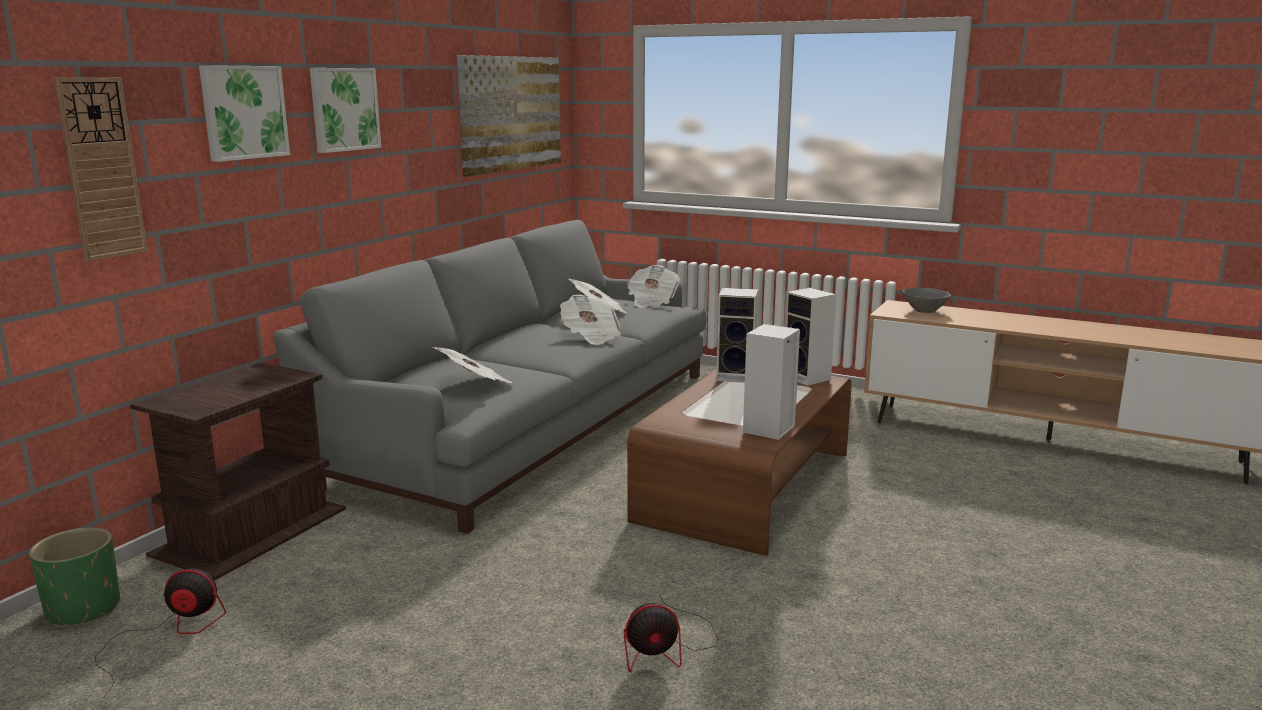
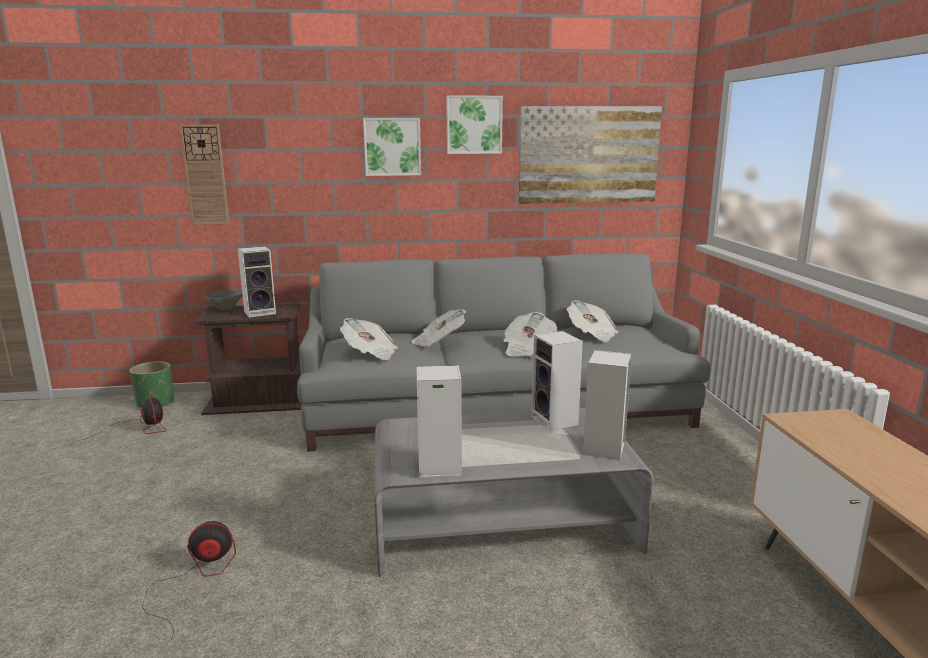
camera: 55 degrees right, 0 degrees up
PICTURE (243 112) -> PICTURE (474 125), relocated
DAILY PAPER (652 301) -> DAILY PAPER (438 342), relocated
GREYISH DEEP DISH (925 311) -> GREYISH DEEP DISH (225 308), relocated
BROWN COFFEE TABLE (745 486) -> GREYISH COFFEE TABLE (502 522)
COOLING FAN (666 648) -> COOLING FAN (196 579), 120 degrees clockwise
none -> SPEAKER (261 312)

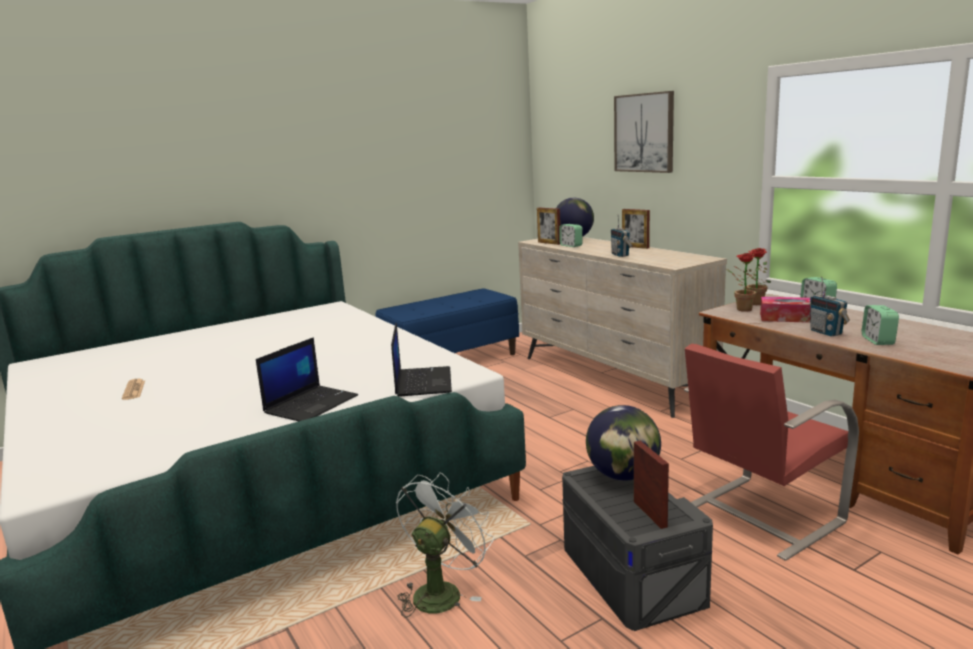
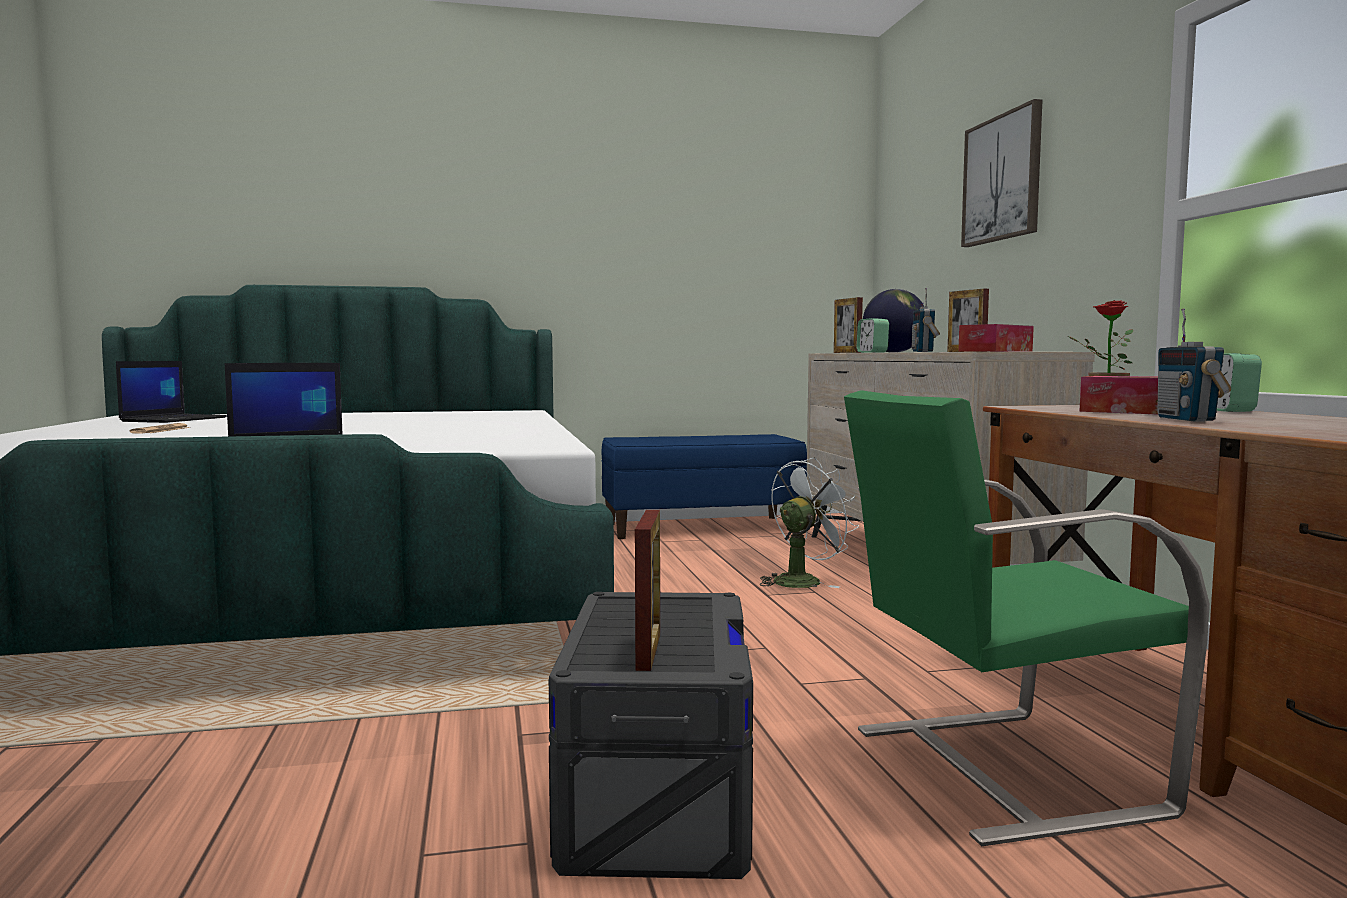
camera: 20 degrees right, 10 degrees down
POTTED PLANT (741 309) -> none
ALARM CLOCK (878 341) -> none
LAPTOP (422 382) -> LAPTOP (174 419), relocated
RED CHAIR (760 515) -> GREEN CHAIR (997 769)
WORLD GLOBE (623 476) -> none
WHITE COOLING FAN (441 591) -> WHITE COOLING FAN (803 581), relocated
none -> TISSUE BOX (995 351)

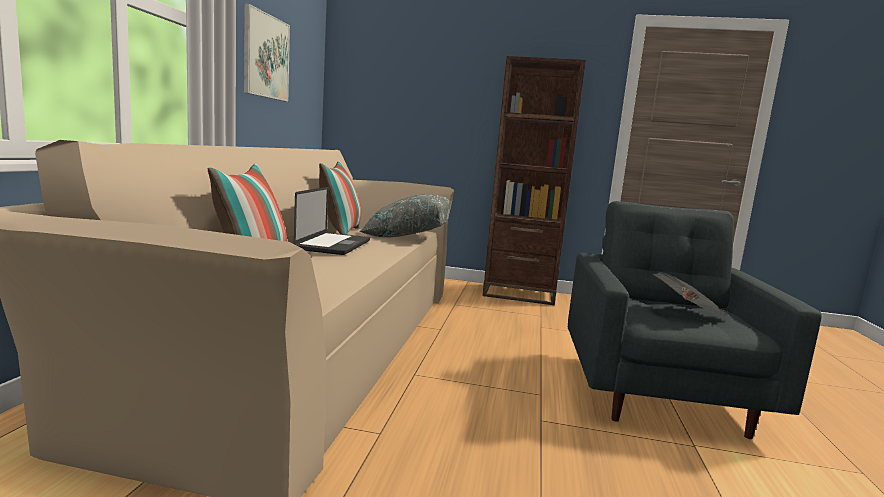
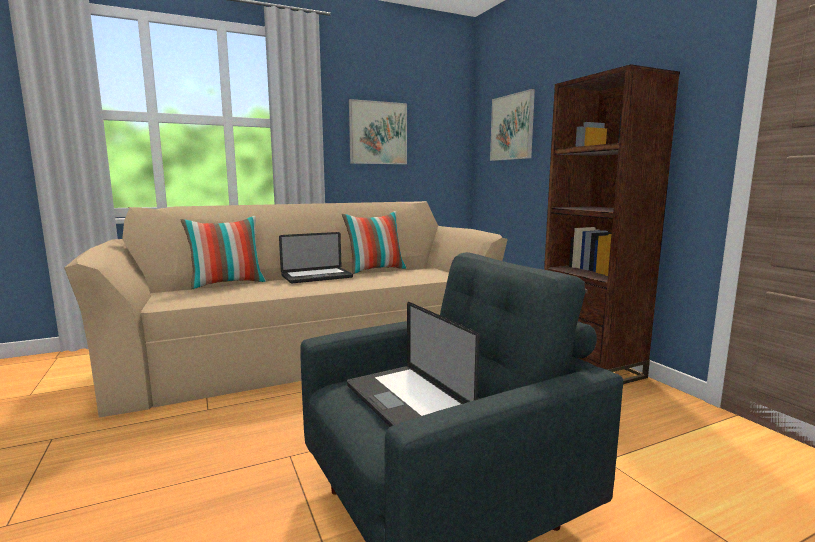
camera: 55 degrees right, 0 degrees up
GREYISH CUSHION (407 236) -> none
DAILY PAPER (688 313) -> LAPTOP (407 401)
none -> PICTURE (512 127)

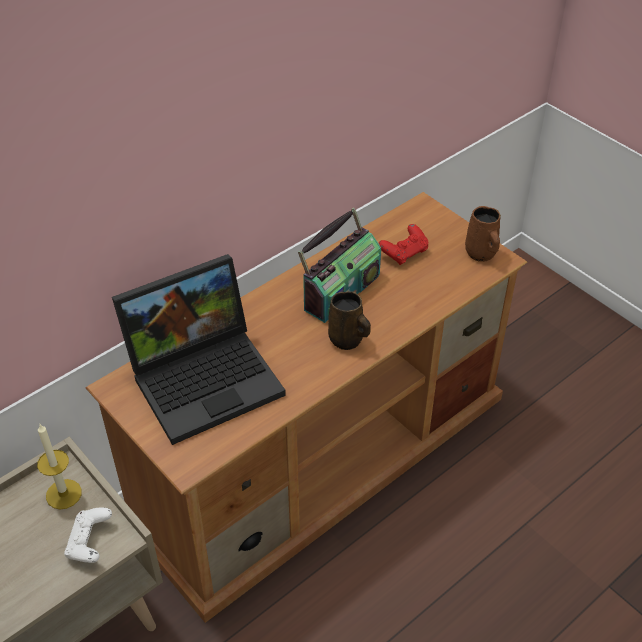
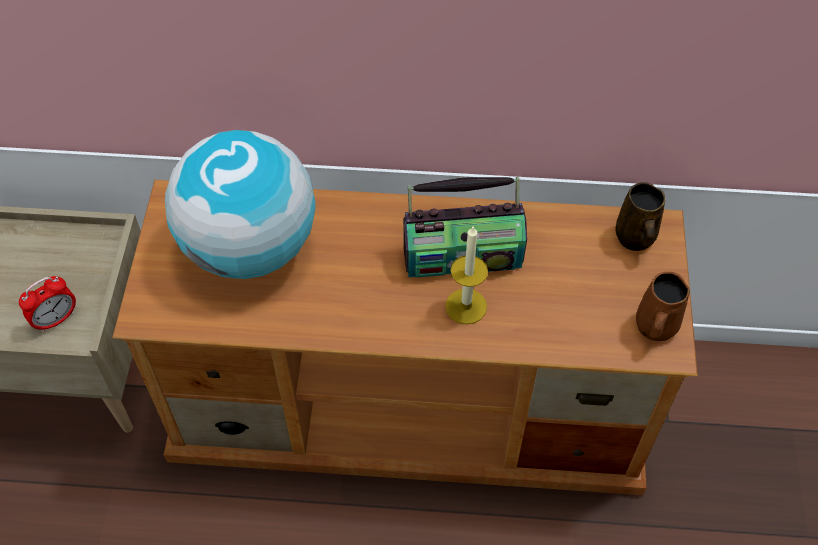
camera: 45 degrees right, 10 degrees up
RED GAME CONTROLLER (404 253) -> none
LAPTOP (207 376) -> WORLD GLOBE (250 247)
BROWN TEA MUG (347 340) -> BROWN TEA MUG (635 239), relocated
CANDLE (63 494) -> CANDLE (466 306), relocated
WHITE GAME CONTROLLER (90 543) -> ALARM CLOCK (56 319)

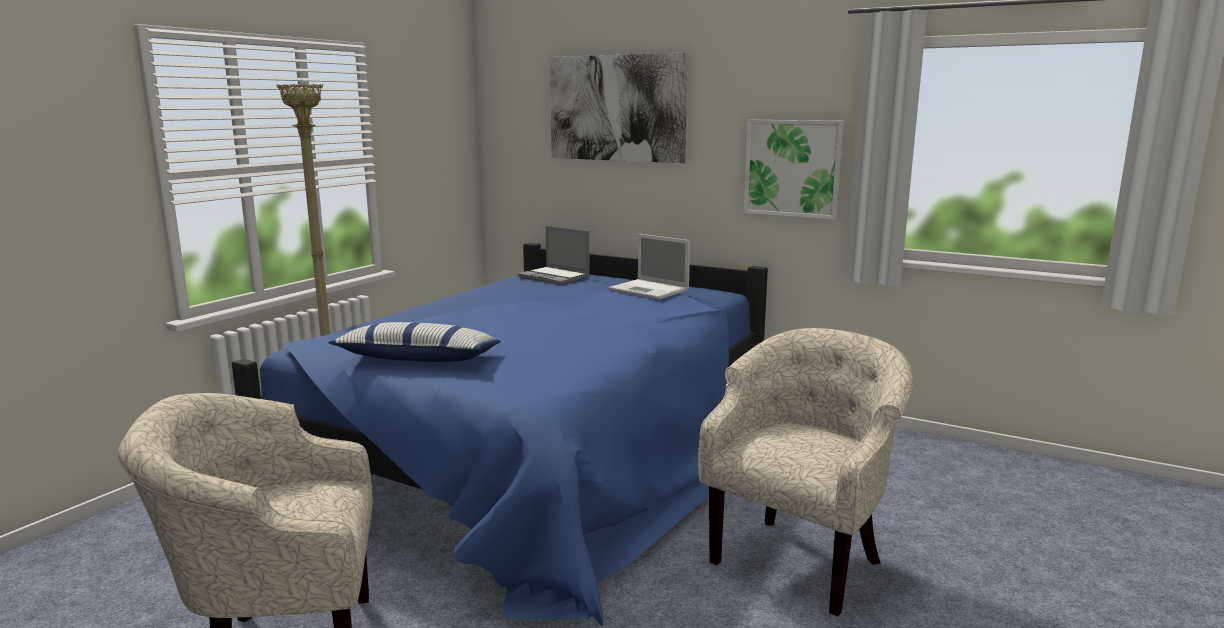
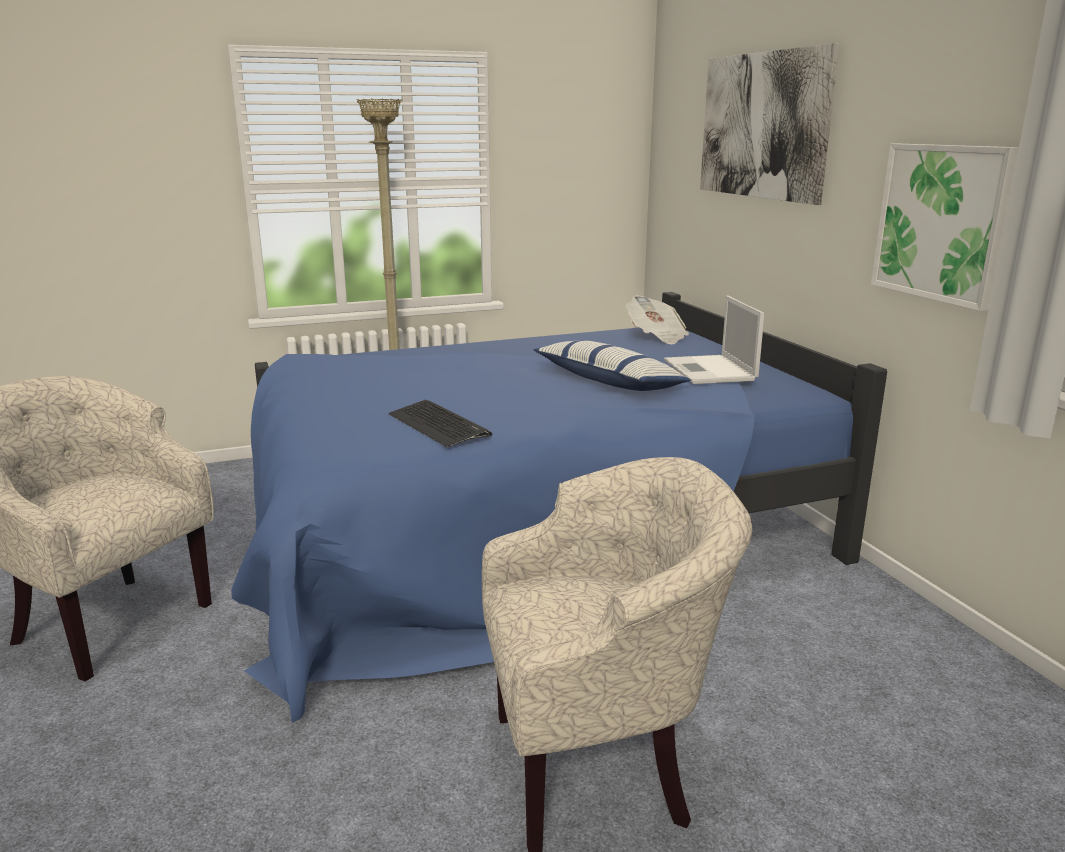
camera: 40 degrees right, 5 degrees up
LAPTOP (555 277) -> DAILY PAPER (656 337)
CUSHION (418 359) -> CUSHION (609 382), relocated
none -> PC KEYBOARD (439 425)

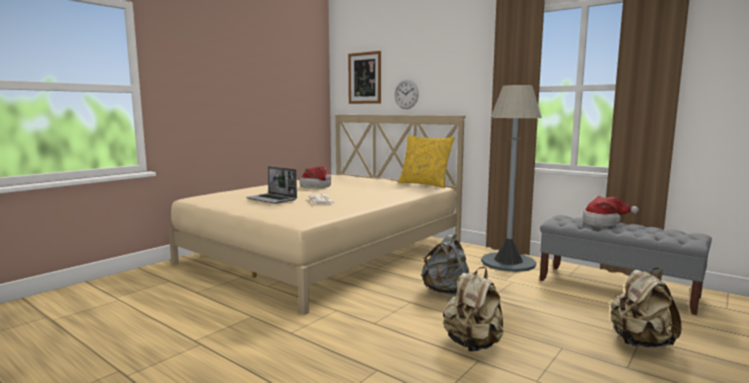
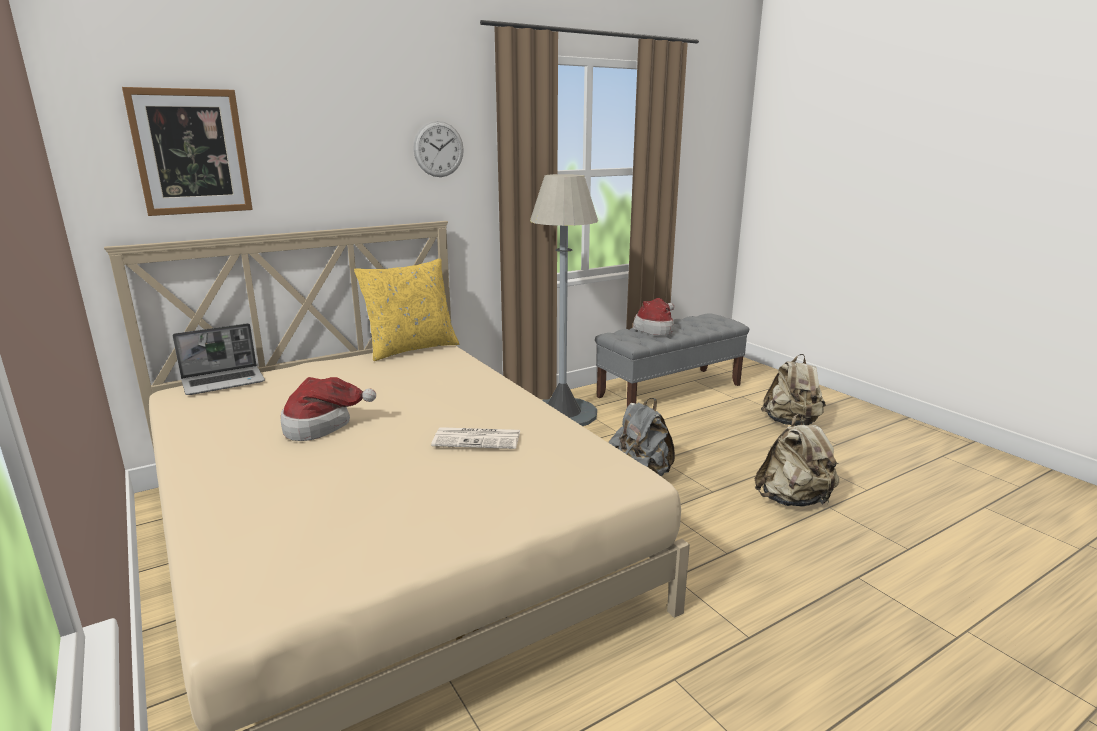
camera: 70 degrees left, 10 degrees up
HANGING CLOCK (406 94) -> HANGING CLOCK (438 149), relocated
LAPTOP (272 199) -> LAPTOP (224 382), relocated

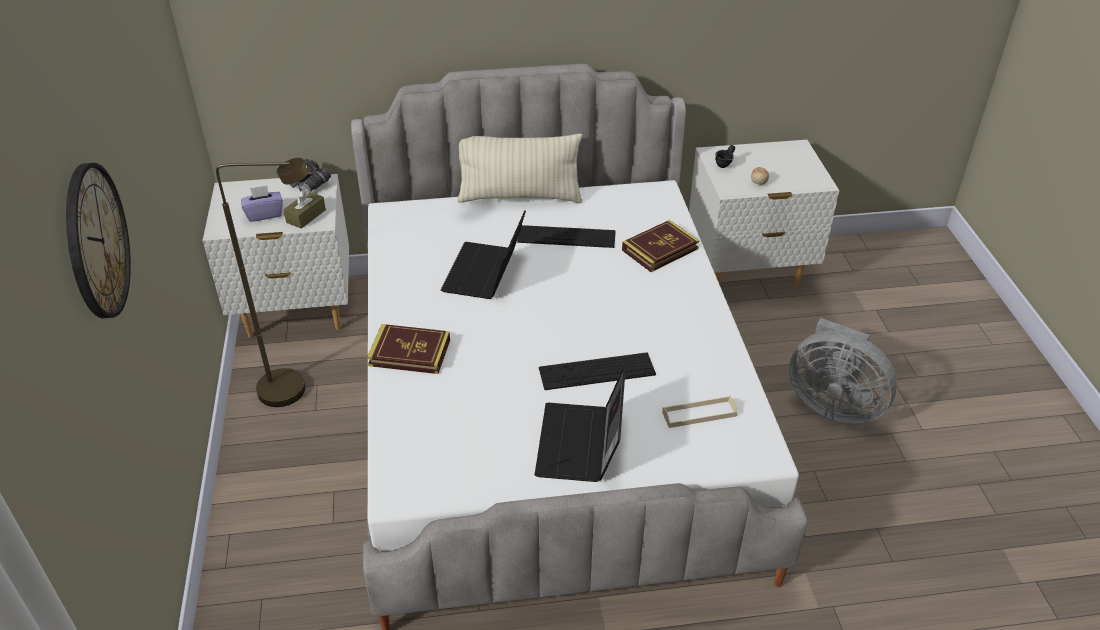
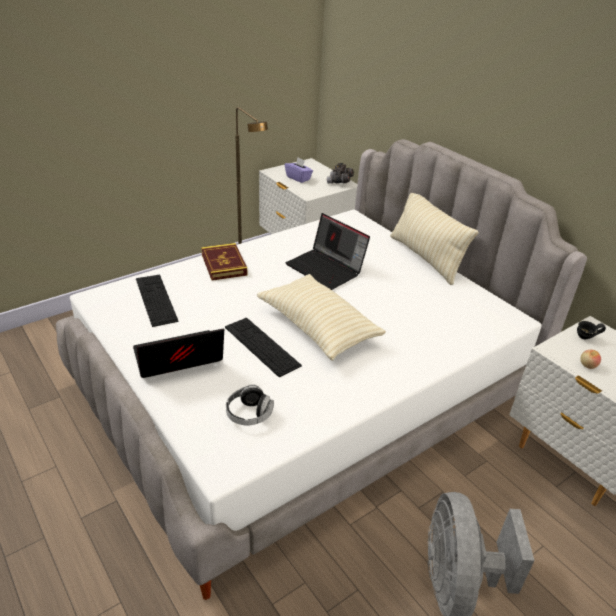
camera: 60 degrees right, 5 degrees down
HANGING CLOCK (96 241) -> none
BROWN TISSUE BOX (306 216) -> none
LAPTOP (485 273) -> LAPTOP (326 268), 120 degrees counterclockwise
BOUND BOOK (660 249) -> none
PC KEYBOARD (566 237) -> PC KEYBOARD (156 299), relocated
BEIGE SERVING TRAY (699 414) -> PAIR OF HEADPHONES (249 414)
none -> BEIGE CUSHION (318 327)

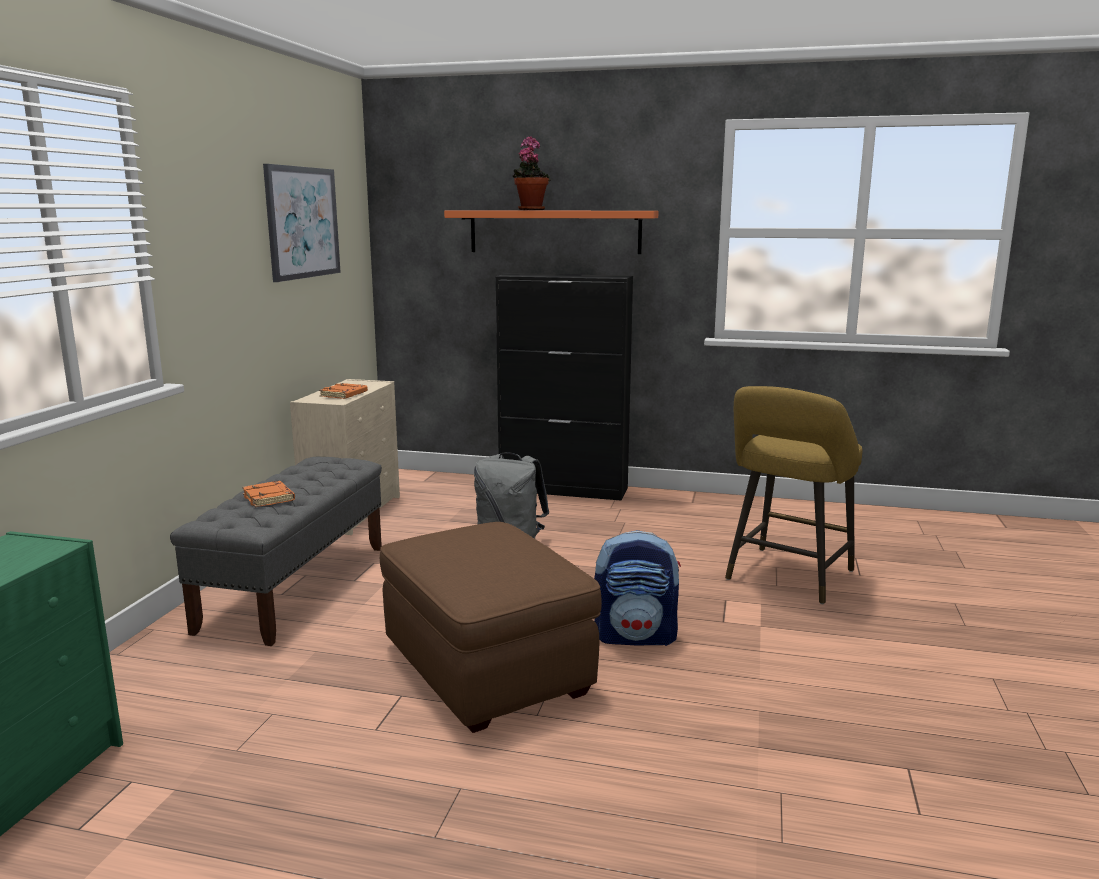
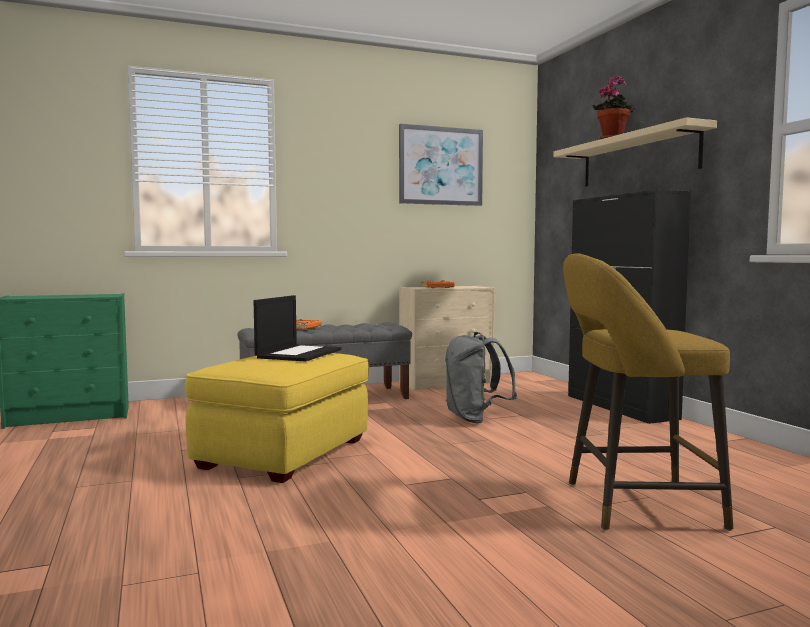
camera: 55 degrees right, 10 degrees down
ORANGE-COLOURED BRACKET SHELF (554 231) -> BEIGE BRACKET SHELF (638 158)
BROWN FOOTREST (485 668) -> YELLOW FOOTREST (285 453)
RUCKSACK (636 636) -> none
none -> LAPTOP (299 353)

